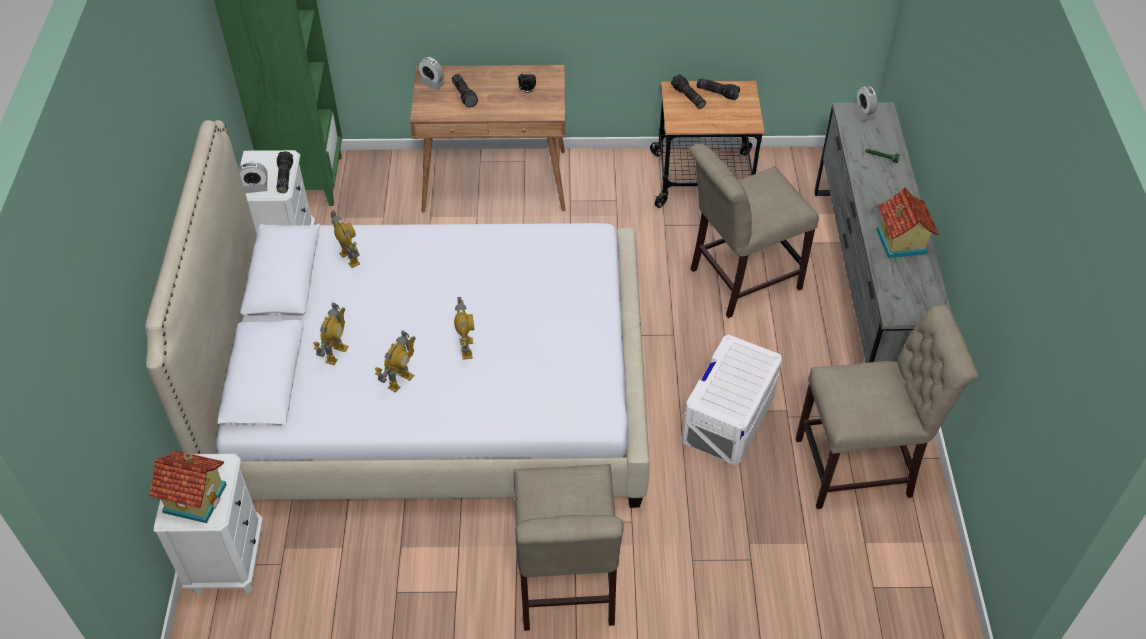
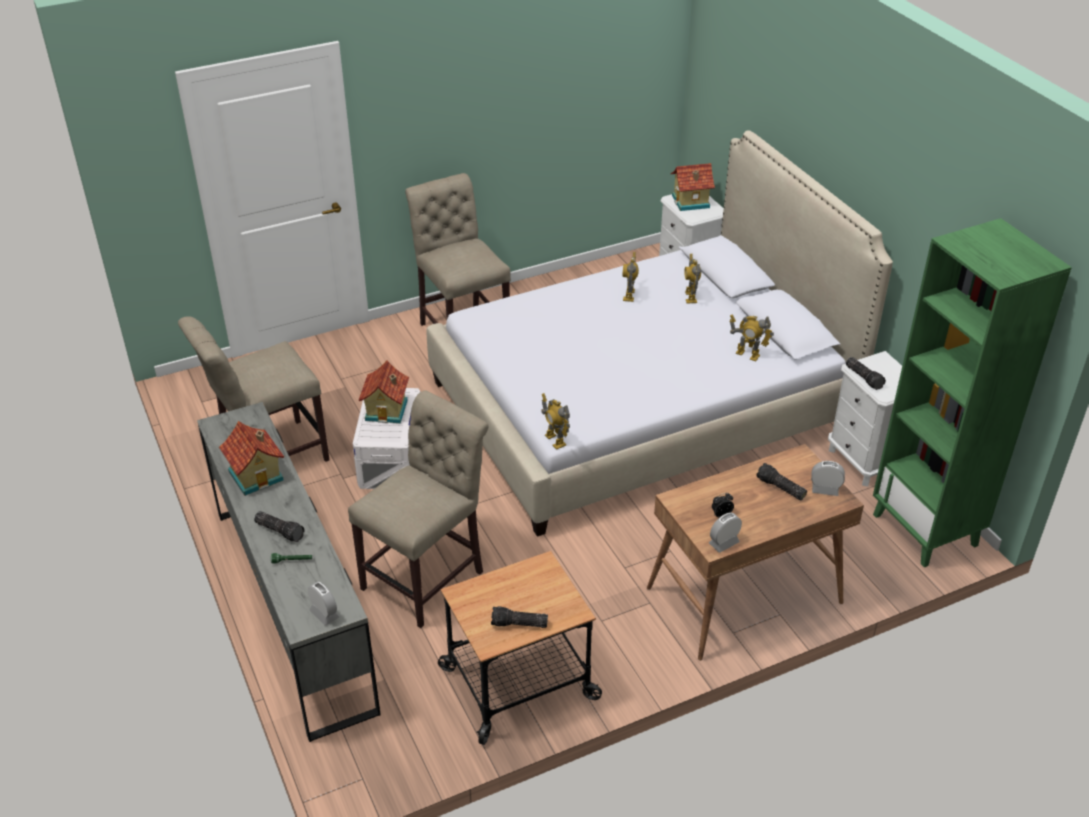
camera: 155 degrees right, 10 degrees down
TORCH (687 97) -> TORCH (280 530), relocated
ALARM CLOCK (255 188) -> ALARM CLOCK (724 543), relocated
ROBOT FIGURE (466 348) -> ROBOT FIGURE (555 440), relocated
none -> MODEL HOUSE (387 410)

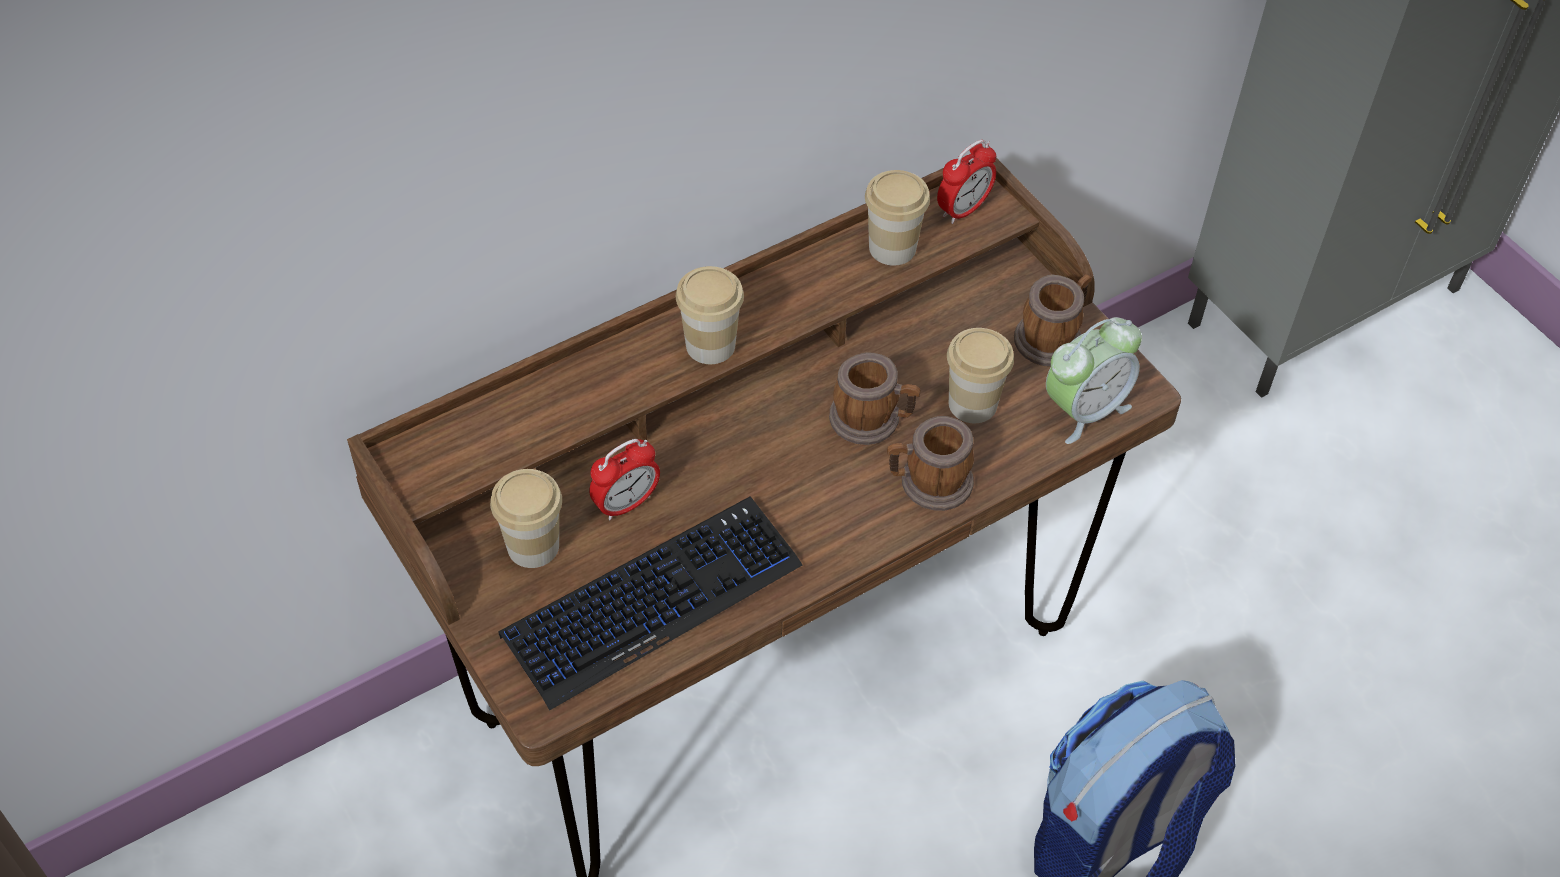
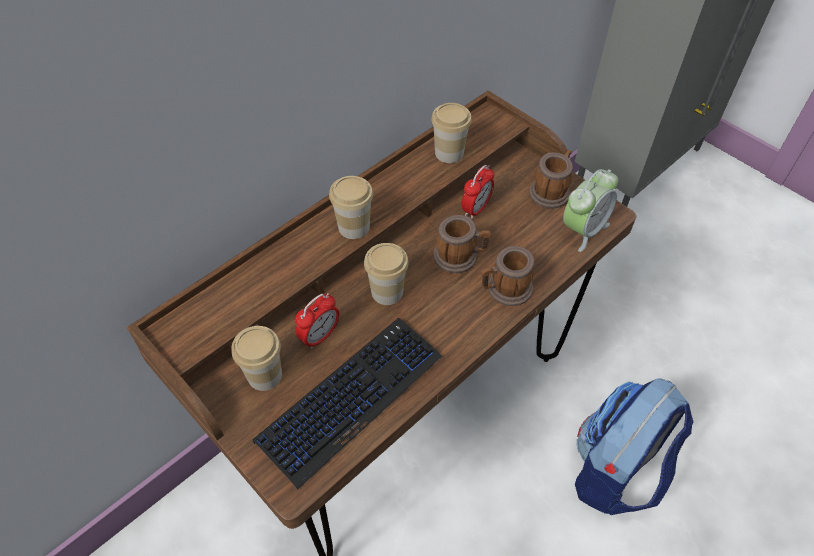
camera: 10 degrees left, 0 degrees up
ALARM CLOCK (963 209) -> ALARM CLOCK (476 209), relocated
CUP (972 404) -> CUP (387 292), relocated

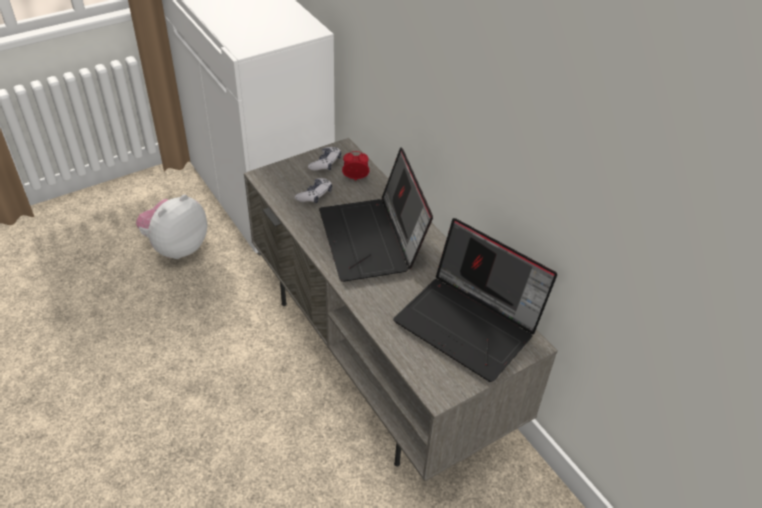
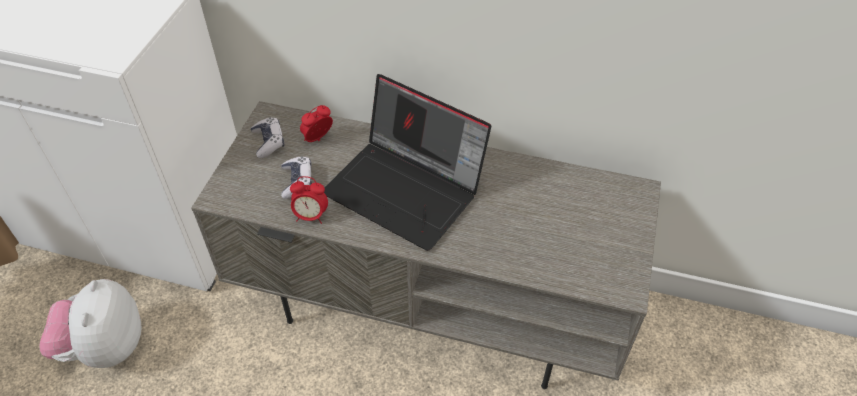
camera: 40 degrees left, 5 degrees up
LAPTOP (470 324) -> none
none -> ALARM CLOCK (311 216)

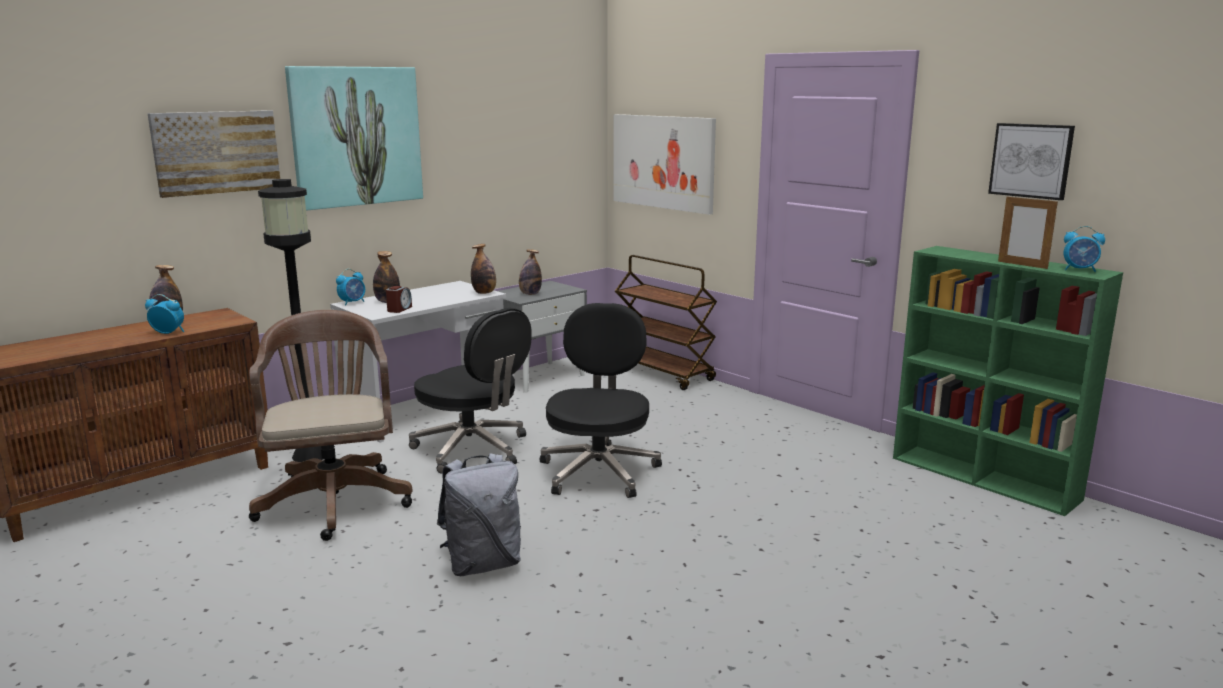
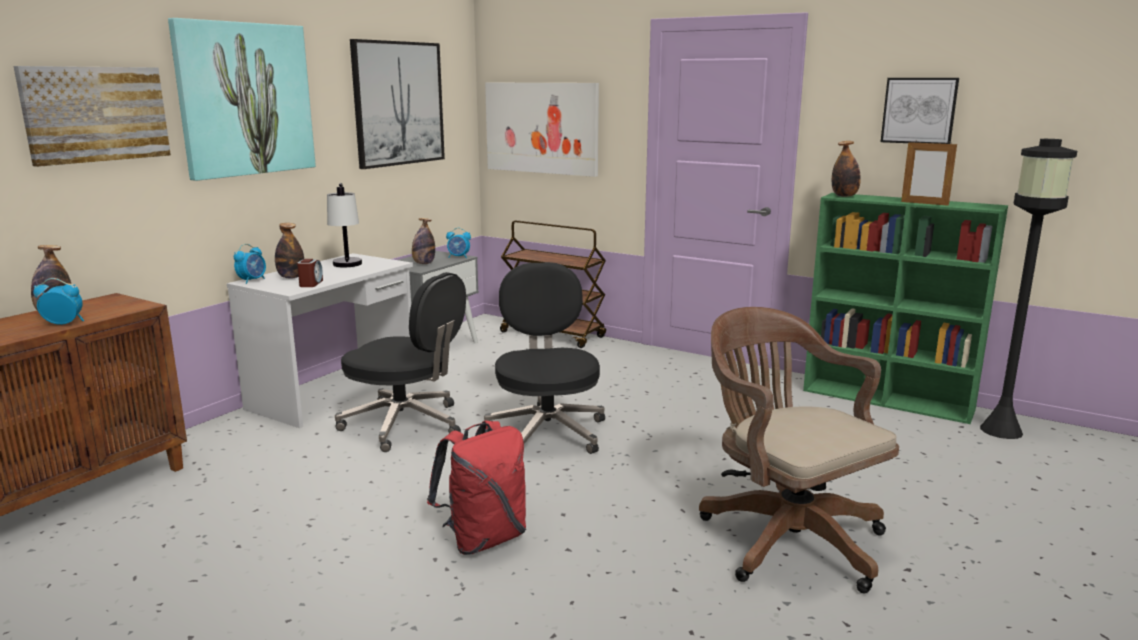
camera: 15 degrees left, 0 degrees up
BLACKISH STANDING LAMP (311 454) -> BLACKISH STANDING LAMP (1000 430), relocated
ALARM CLOCK (1080 270) -> ALARM CLOCK (458 257), relocated
BOTTLE (484 293) -> BOTTLE (844 196), relocated
BROWN COMPUTER CHAIR (334 499) -> BROWN COMPUTER CHAIR (785 536), relocated
GREYISH RUCKSACK (483 564) -> RED RUCKSACK (483 538)
none -> PICTURE (398 103)
none -> TABLETOP LAMP (347 267)

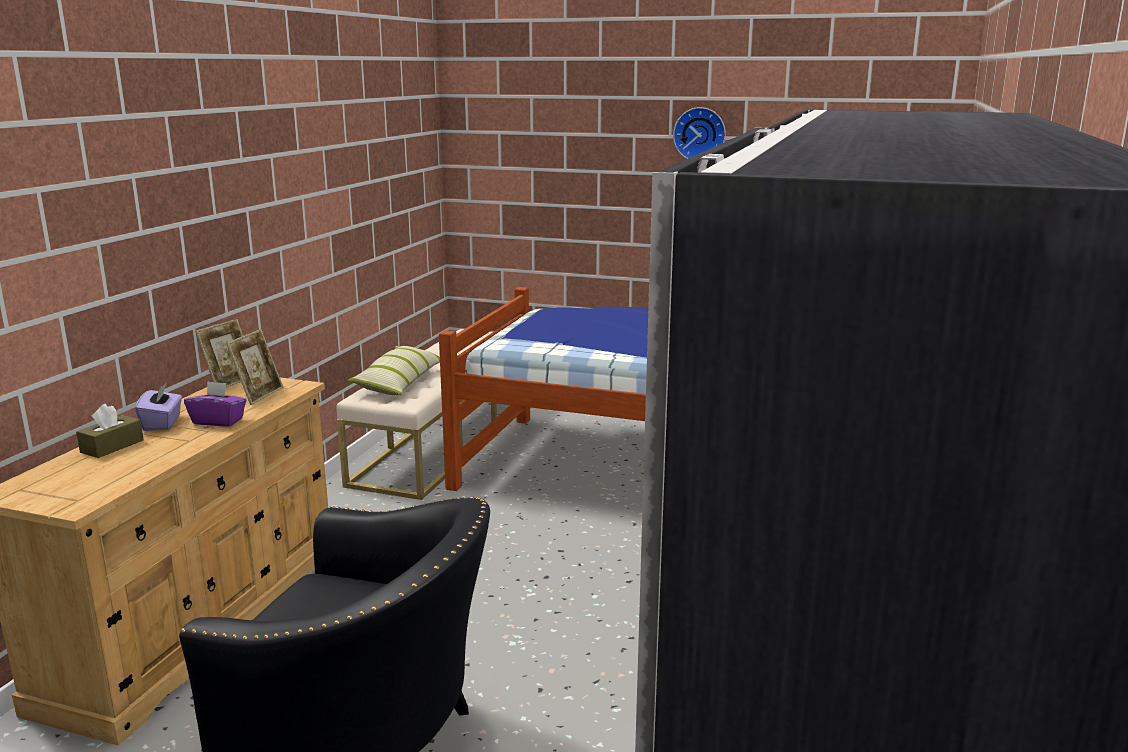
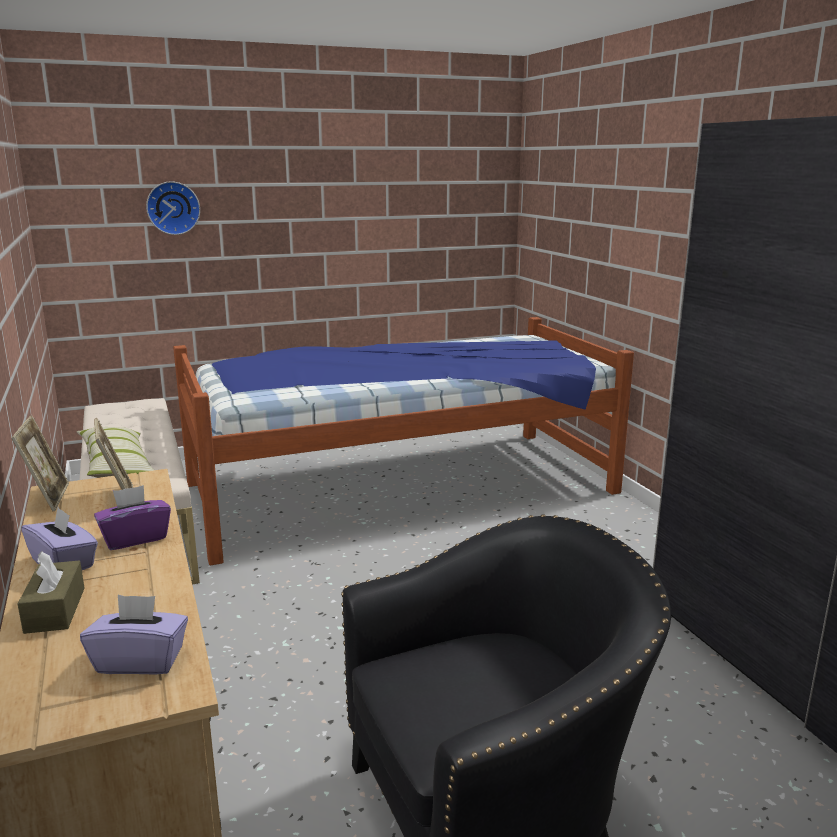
camera: 40 degrees left, 0 degrees up
HANGING CLOCK (700 134) -> HANGING CLOCK (173 208), relocated
none -> PURPLE-COLOURED TISSUE BOX (140 660)

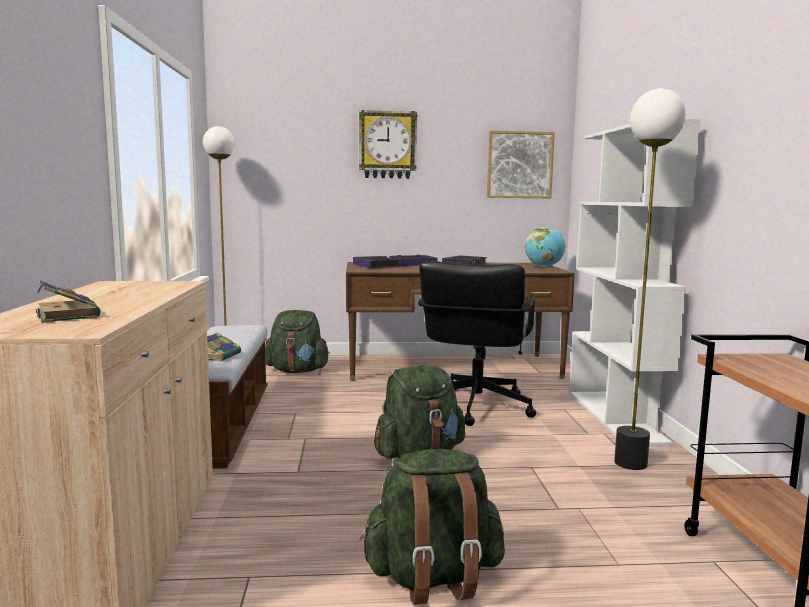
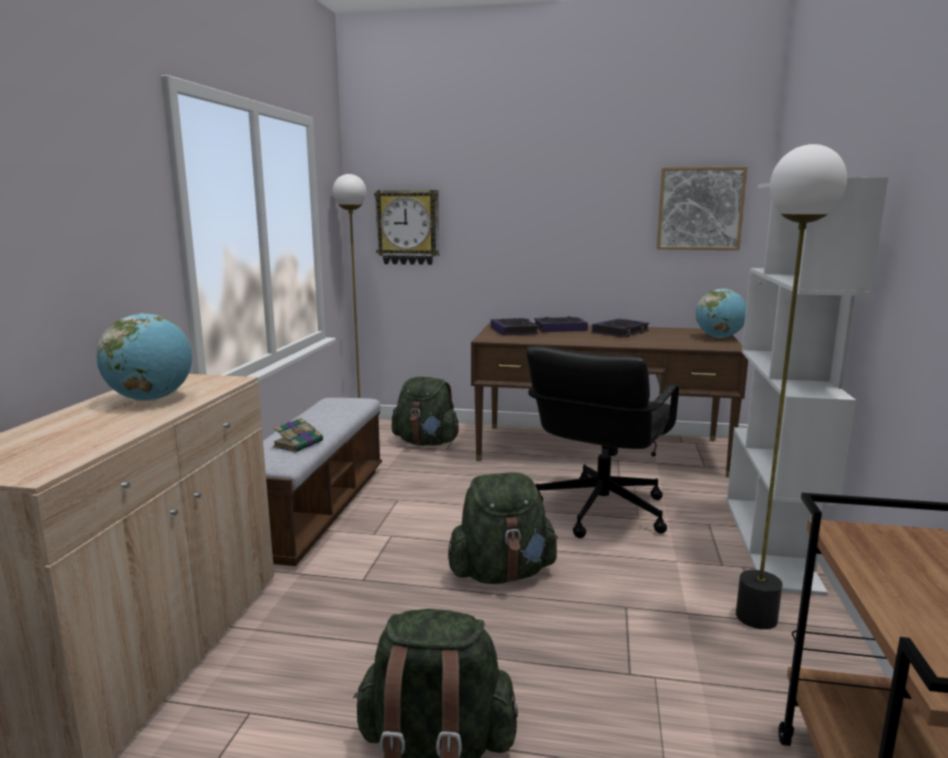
camera: 15 degrees right, 5 degrees up
HANGING CLOCK (387 145) -> HANGING CLOCK (408 227), relocated
BOUND BOOK (67 315) -> none
none -> WORLD GLOBE (151 399)

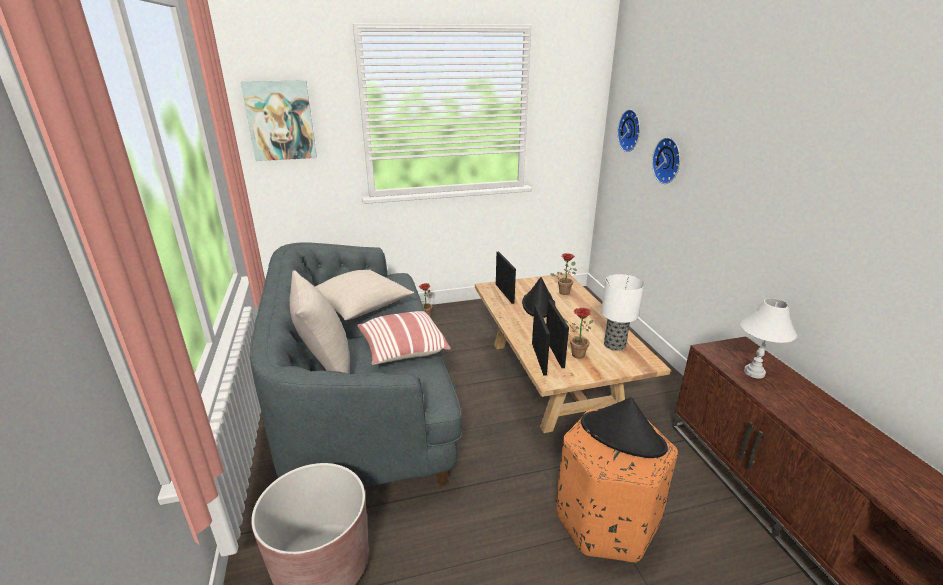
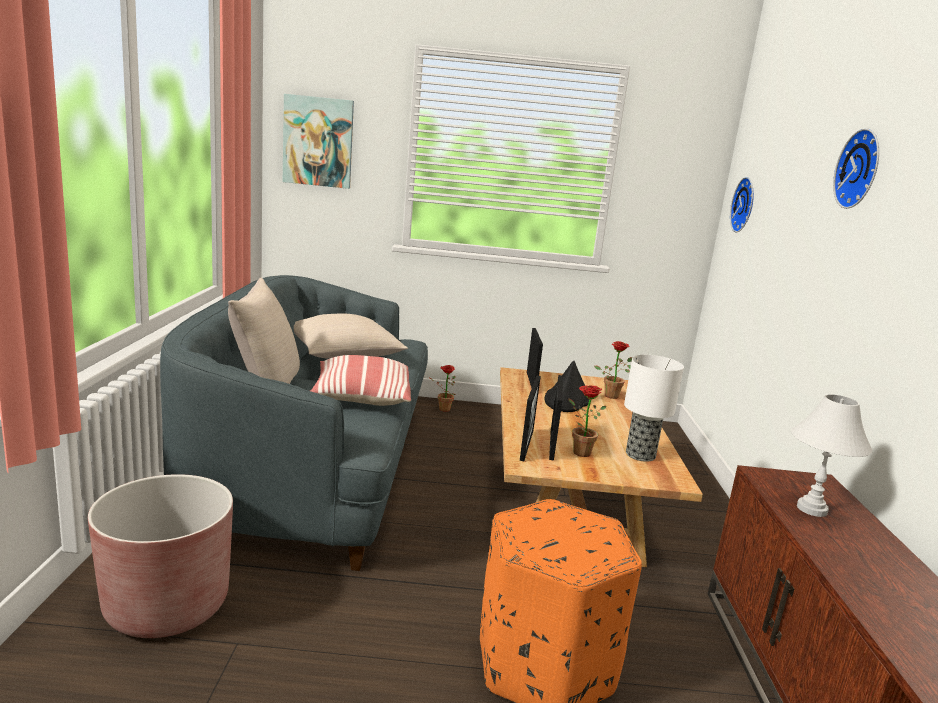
camera: 15 degrees right, 10 degrees down
HANGING CLOCK (669 160) -> HANGING CLOCK (861 169), relocated
BLACKISH CLOTHING HAT (623 435) -> none

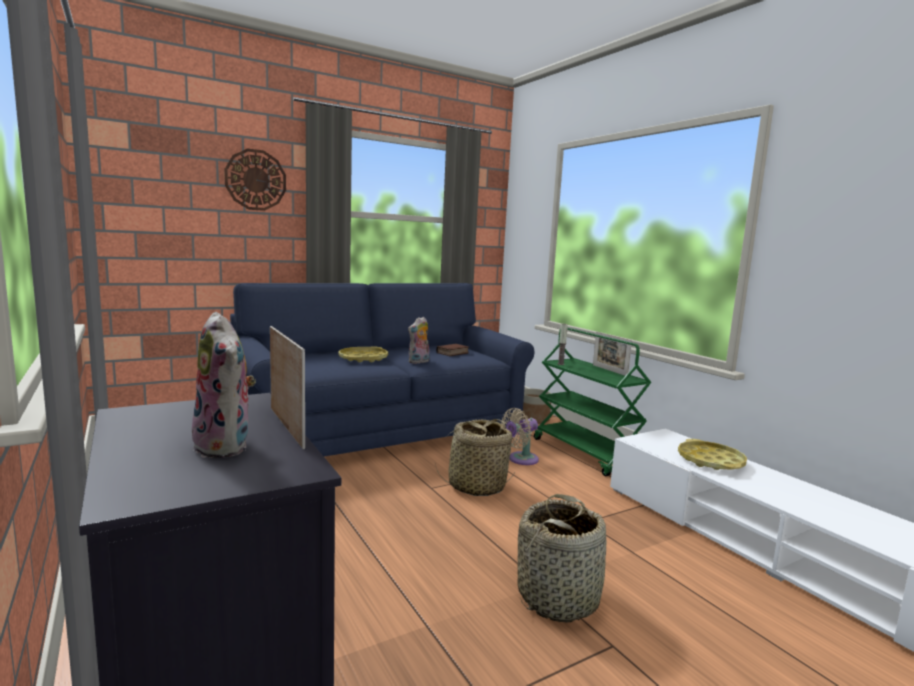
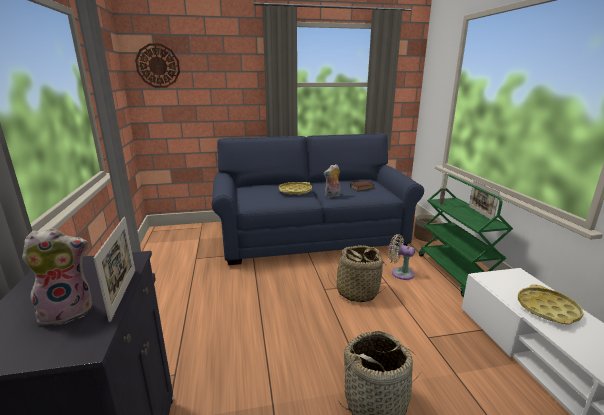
camera: 20 degrees right, 10 degrees up
HANGING CLOCK (255 180) -> HANGING CLOCK (158 66), relocated
PLUSH TOY (227 446) -> PLUSH TOY (68 311), 105 degrees counterclockwise
BEIGE COOLING FAN (520 459) -> BEIGE COOLING FAN (400 273), 45 degrees clockwise

